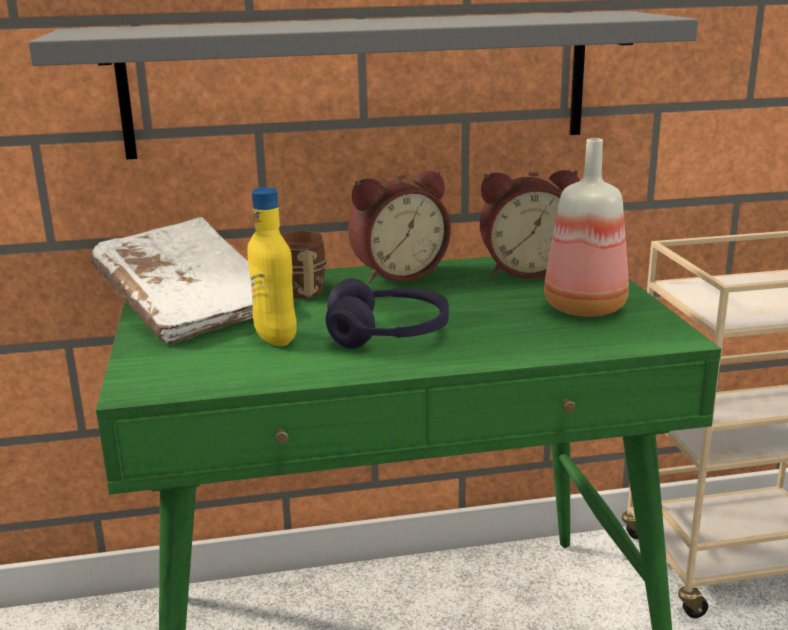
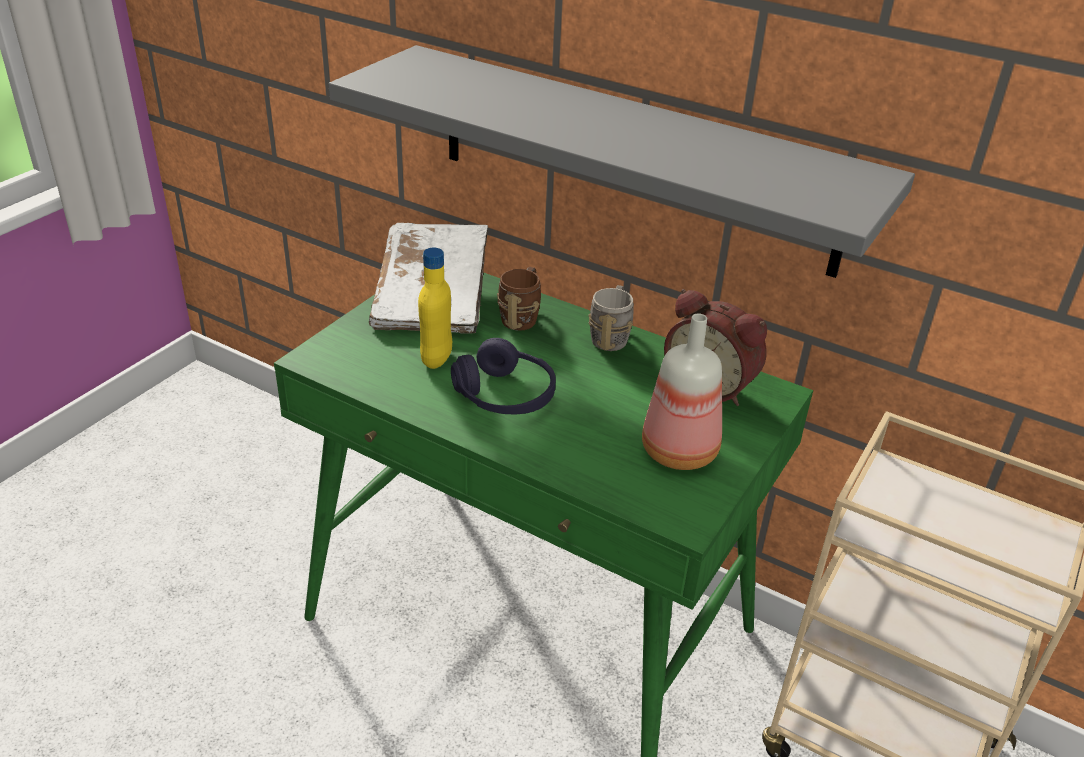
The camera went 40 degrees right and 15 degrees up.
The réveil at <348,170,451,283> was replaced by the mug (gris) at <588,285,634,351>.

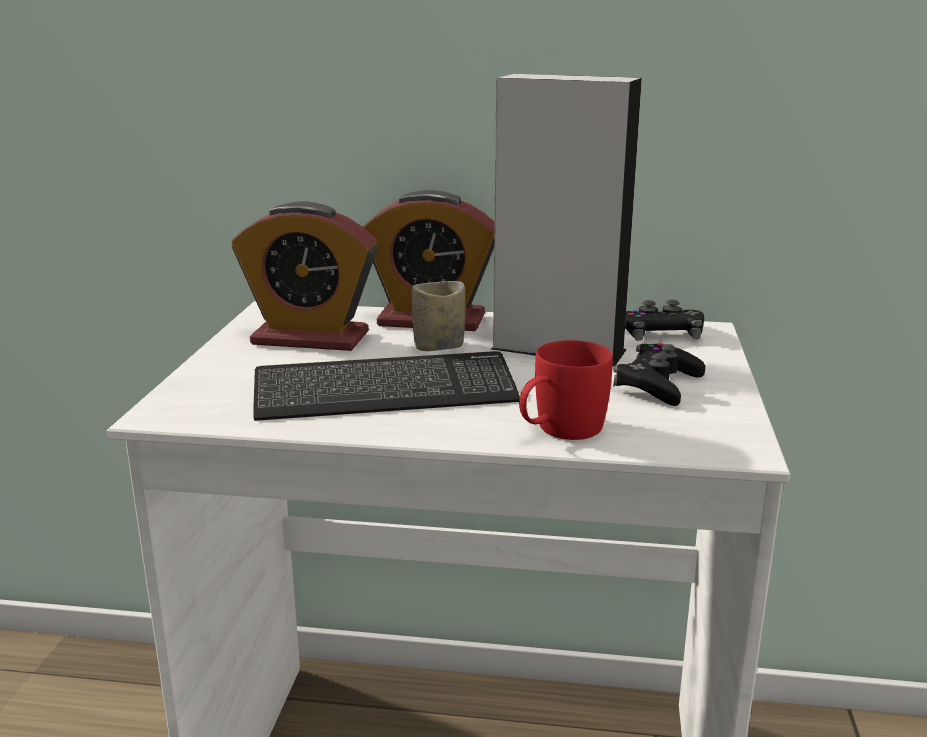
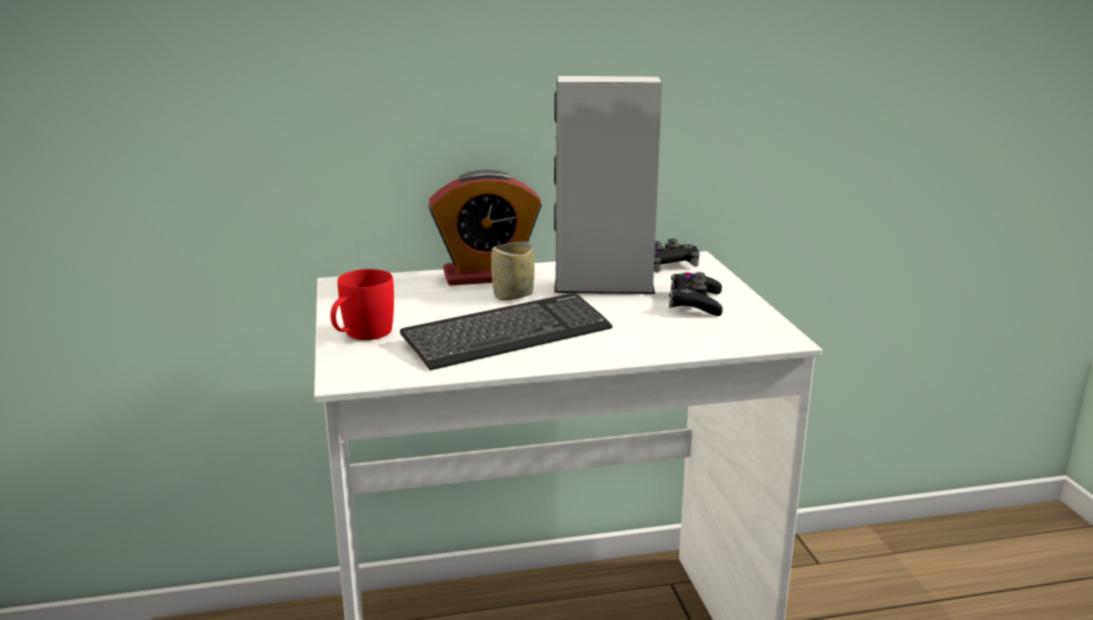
The camera went 20 degrees left and 0 degrees up.
The réveil at <231,201,378,351> disappeared.
The mug (rouge) moved from <519,340,613,440> to <330,269,394,340>.

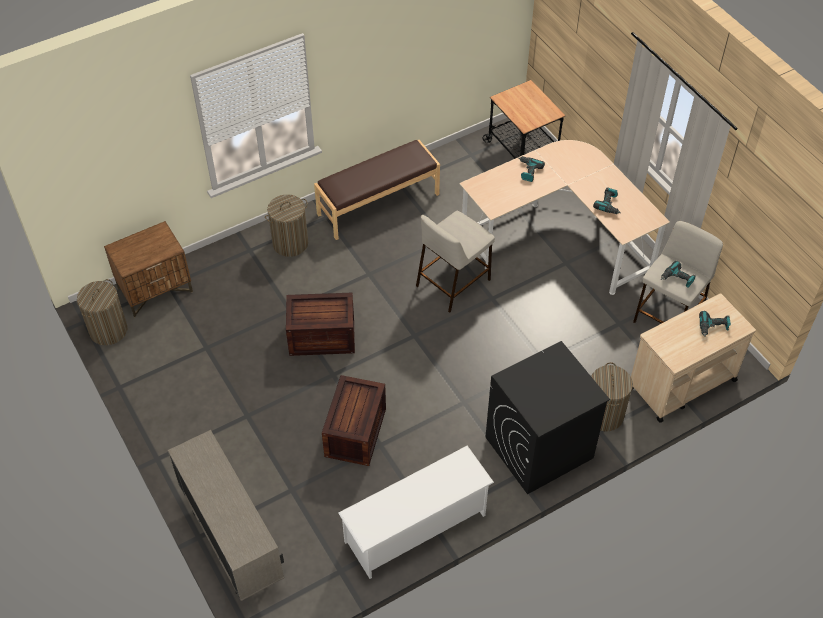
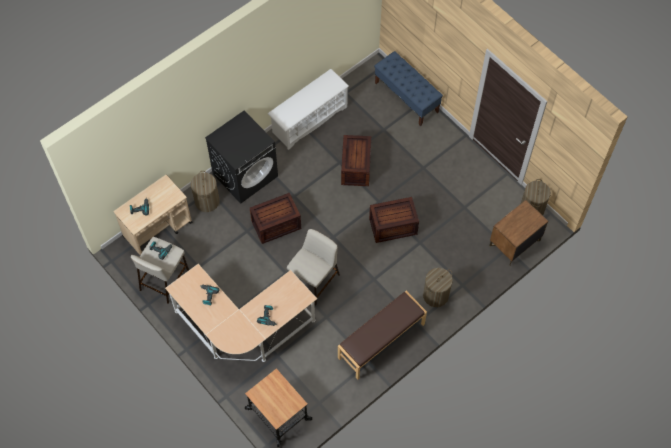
The camera went 170 degrees right and 10 degrees up.
The meuble de rangement (beige) at <168,430,284,601> was replaced by the banc (bleu) at <374,51,443,126>.
The caisse at <250,193,301,244> appeared.

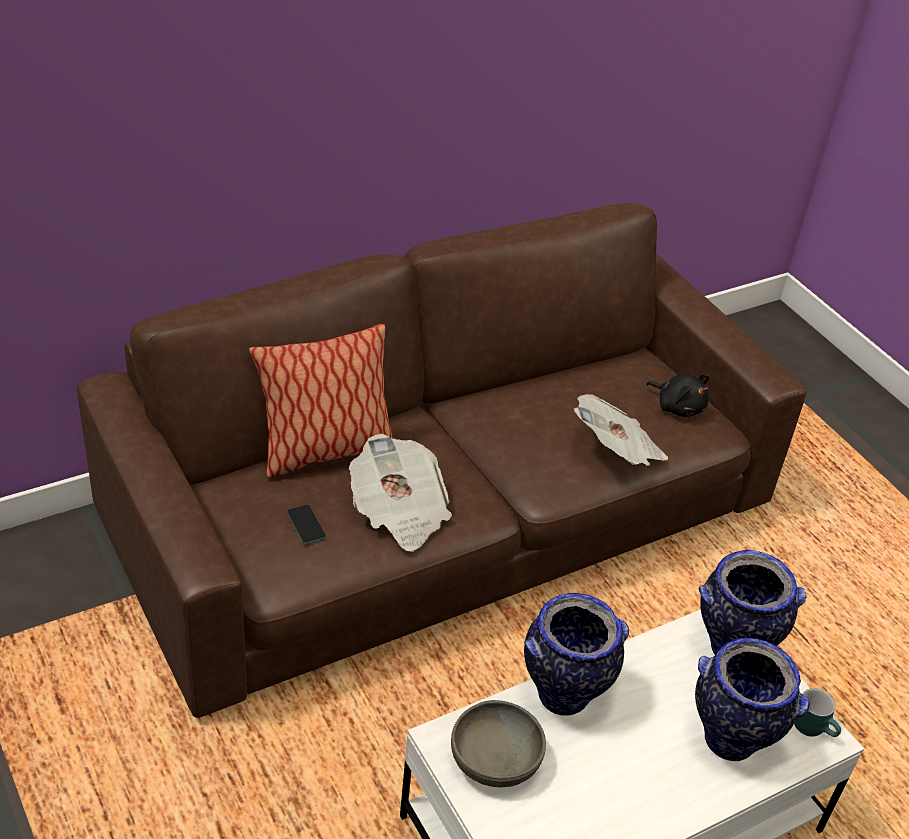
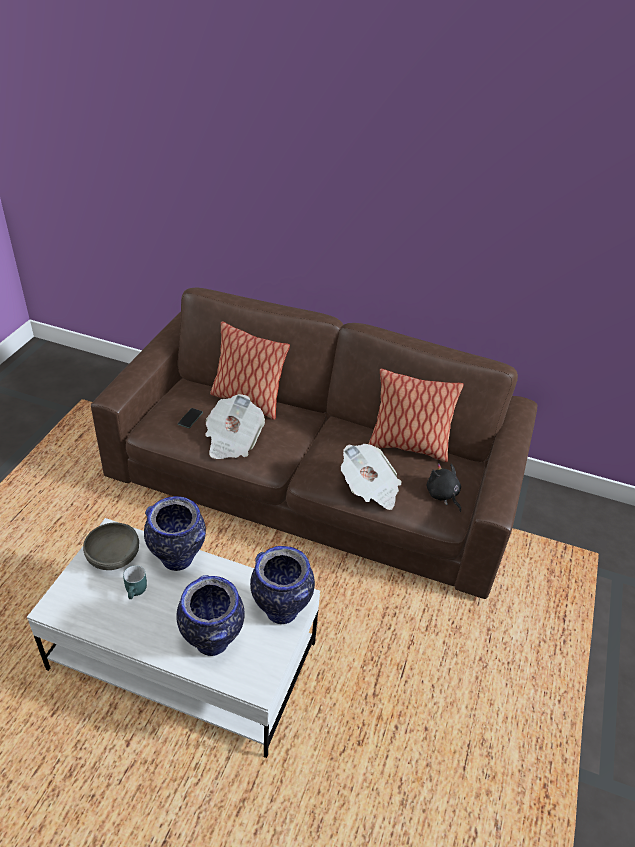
The camera went 50 degrees right and 0 degrees up.
The peluche (noir) at <646,374,710,417> turned 150 degrees clockwise.
The mug (turquoise) moved from <794,688,841,737> to <123,565,147,599>.
The coussin at <369,369,464,462> appeared.

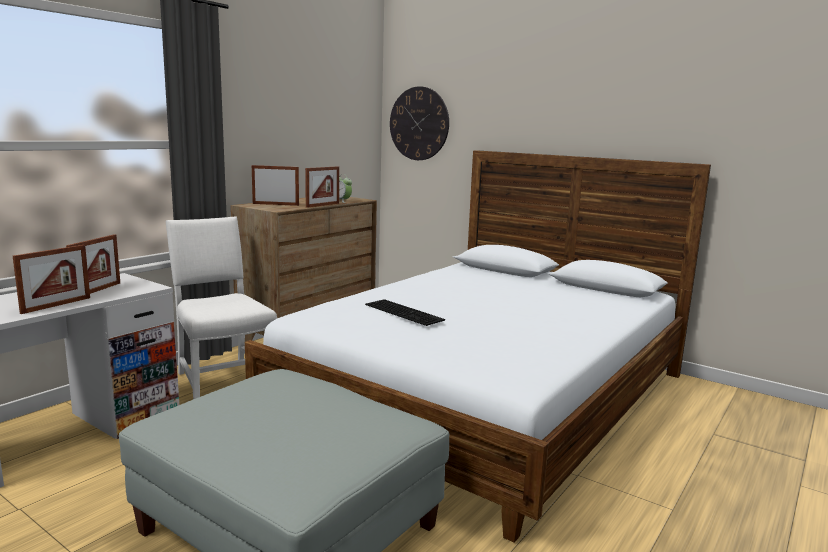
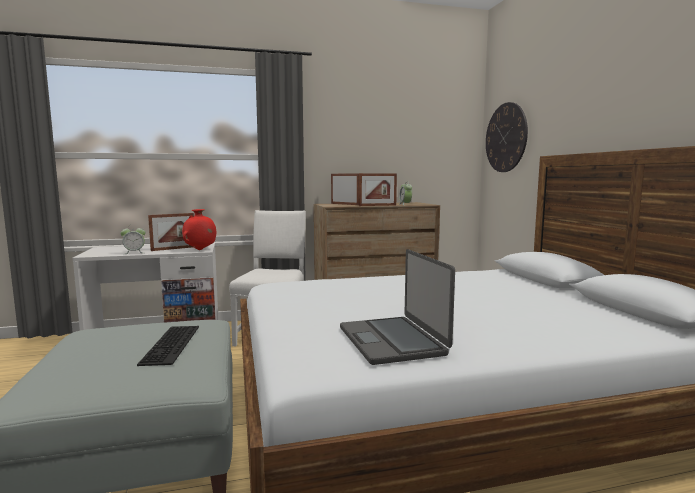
The camera went 40 degrees right and 5 degrees down.
The cadre photo at <13,245,90,314> was replaced by the réveil at <120,225,146,254>.
The clavier moved from <365,299,445,326> to <137,326,199,366>.
The vase (rouge) at <182,209,216,250> appeared.
The ordinateur portable at <340,249,455,365> appeared.

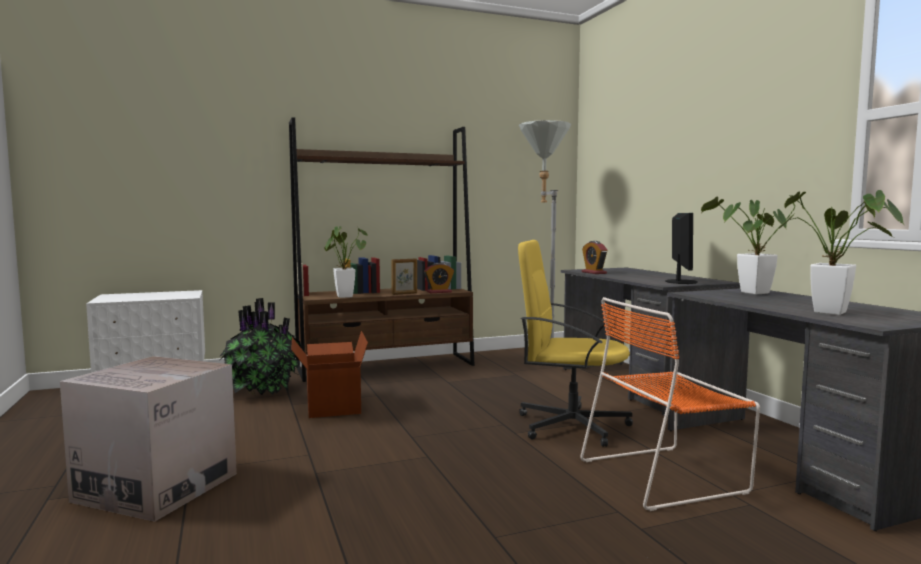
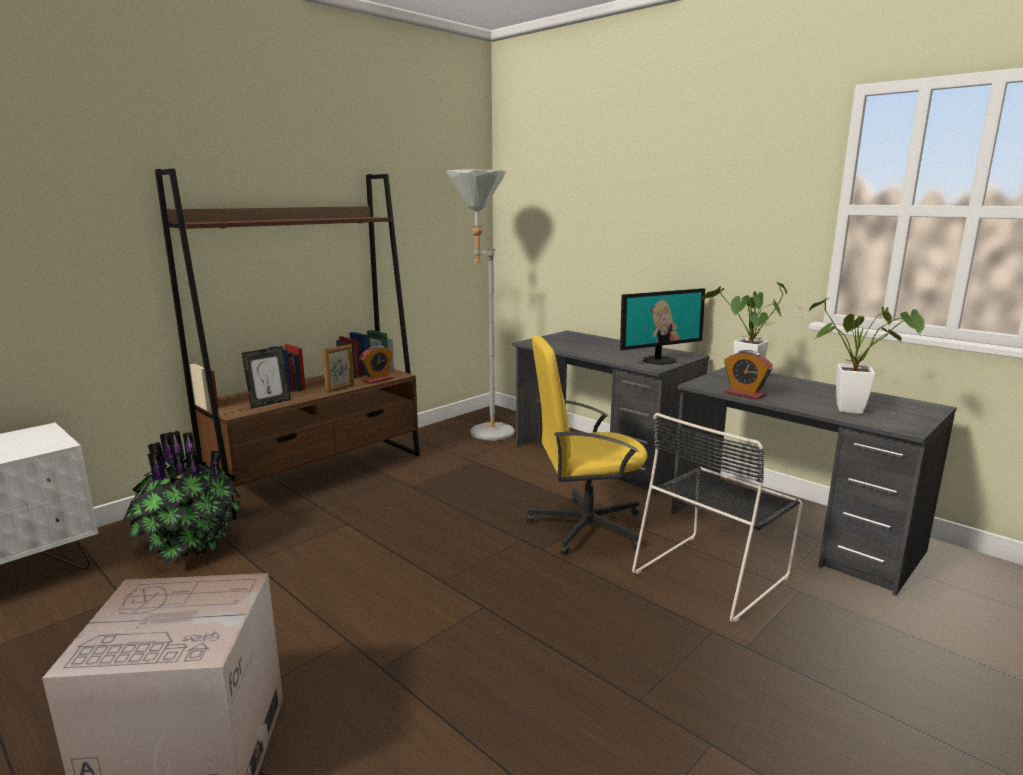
The camera went 25 degrees left and 10 degrees up.
The carton at <291,331,368,418> disappeared.
The plante en pot at <324,226,368,298> was replaced by the cadre photo at <242,346,291,409>.
The chaise (orange) at <580,297,760,511> became the chaise (noir) at <632,413,803,623>.
The réveil moved from <581,241,607,274> to <724,350,773,400>.
The écran d'ordinateur at <665,213,698,284> turned 75 degrees clockwise.

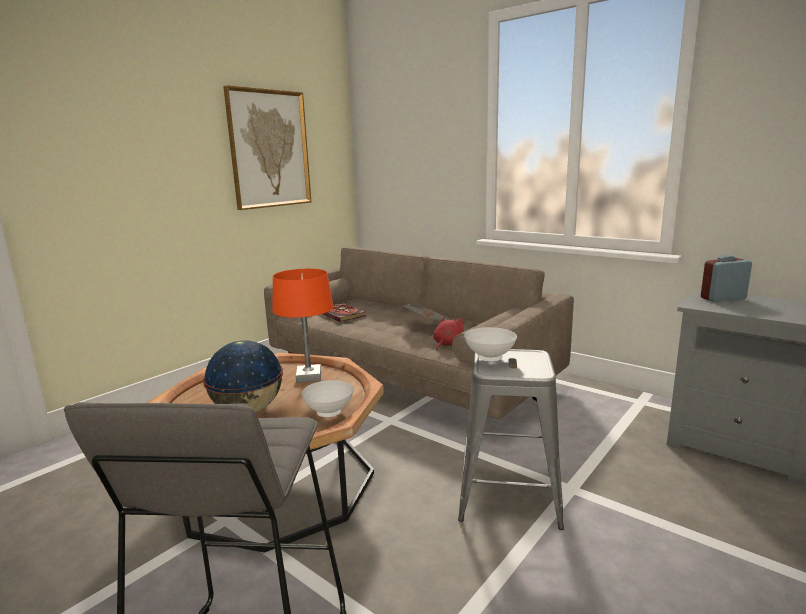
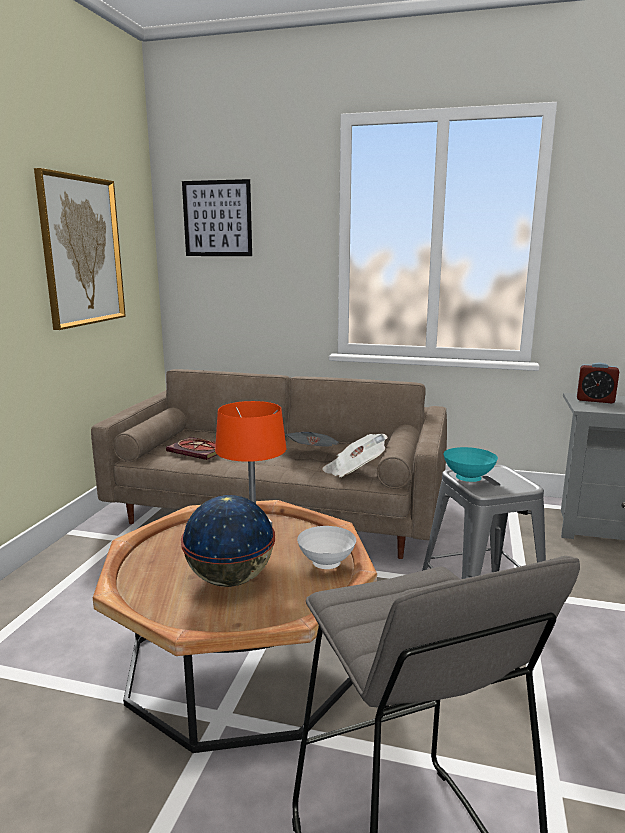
The camera went 25 degrees left and 0 degrees up.
The peluche (rouge) at <433,316,464,350> was replaced by the journal at <322,434,388,477>.
The bol (blanc) at <464,327,517,361> became the bol (turquoise) at <444,447,498,482>.
The réveil at <701,255,752,302> turned 120 degrees counterclockwise.
The tableau at <182,179,252,256> appeared.

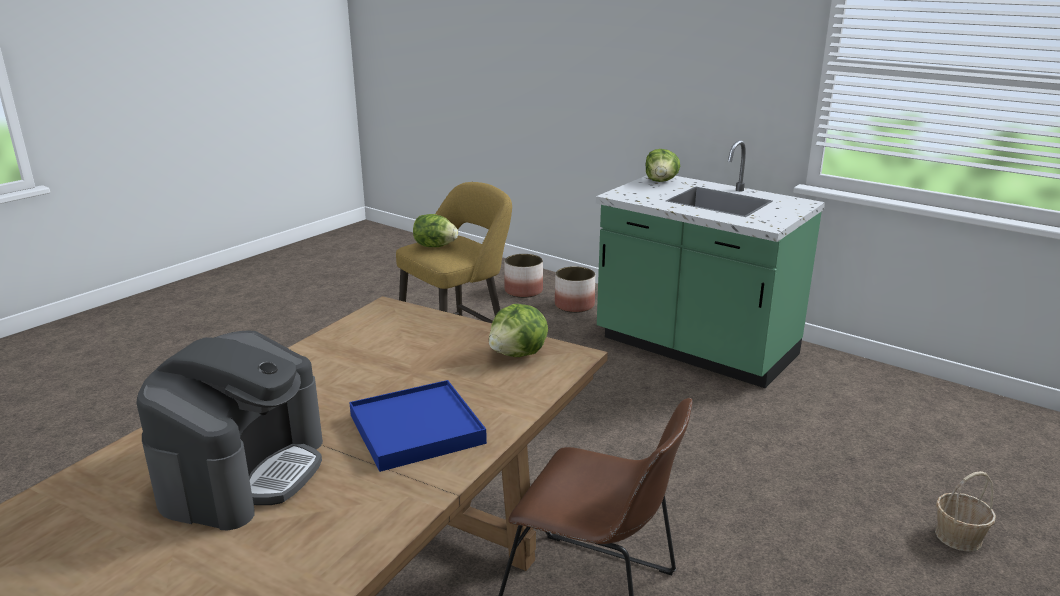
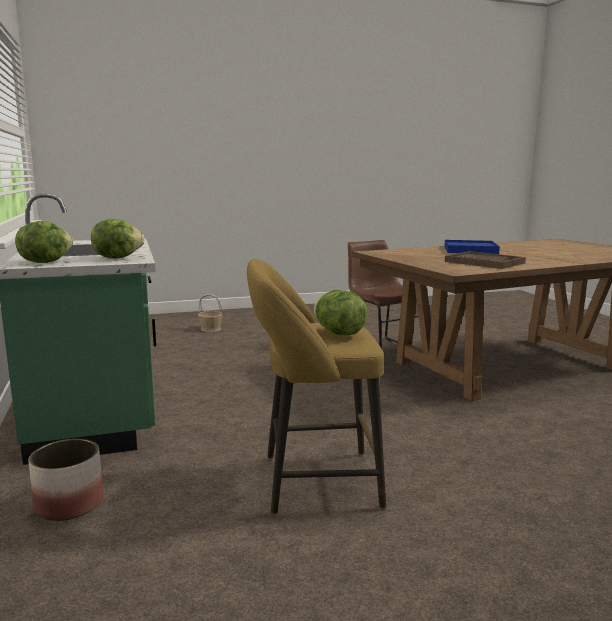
The camera went 145 degrees left and 10 degrees down.
The machine à café at <136,330,323,530> disappeared.
The laitue moved from <489,304,548,357> to <91,219,145,259>.
The cache-pot at <505,254,543,298> disappeared.
The plateau (marron) at <445,251,526,269> appeared.

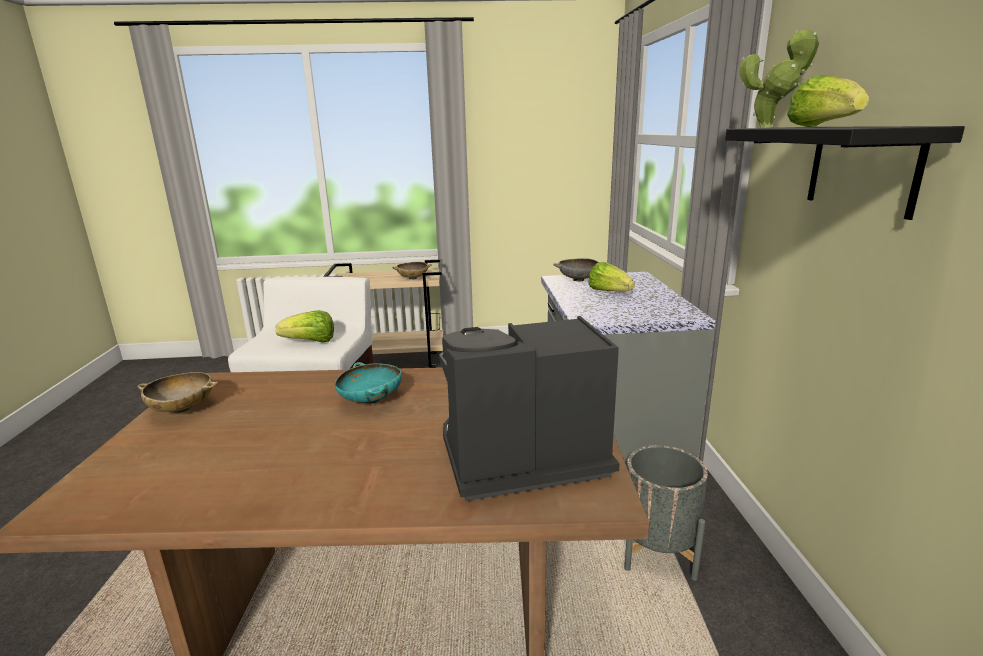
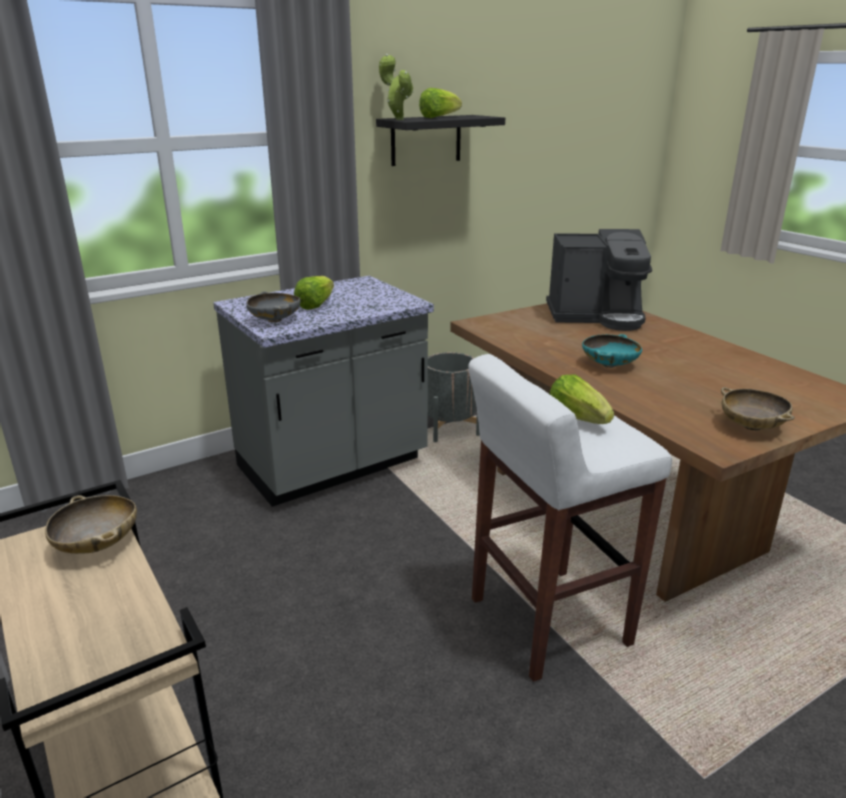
The camera went 120 degrees left and 5 degrees up.
The machine à café at <439,316,620,501> turned 45 degrees counterclockwise.

